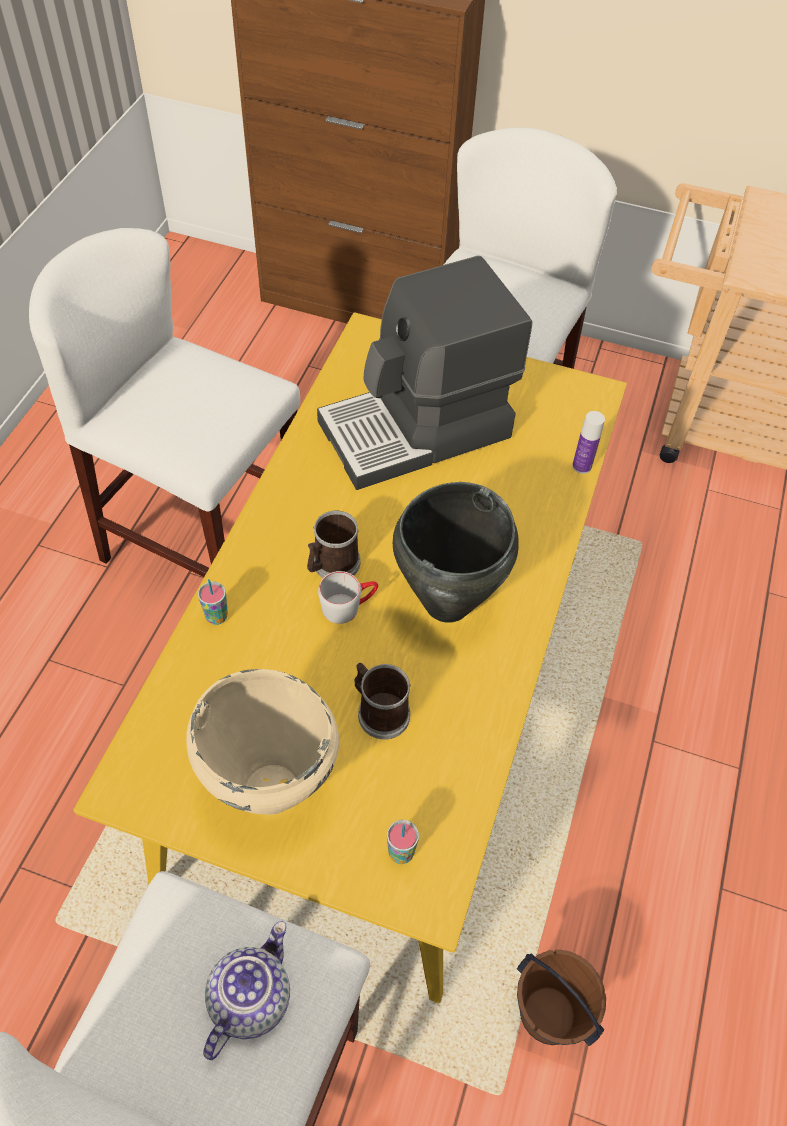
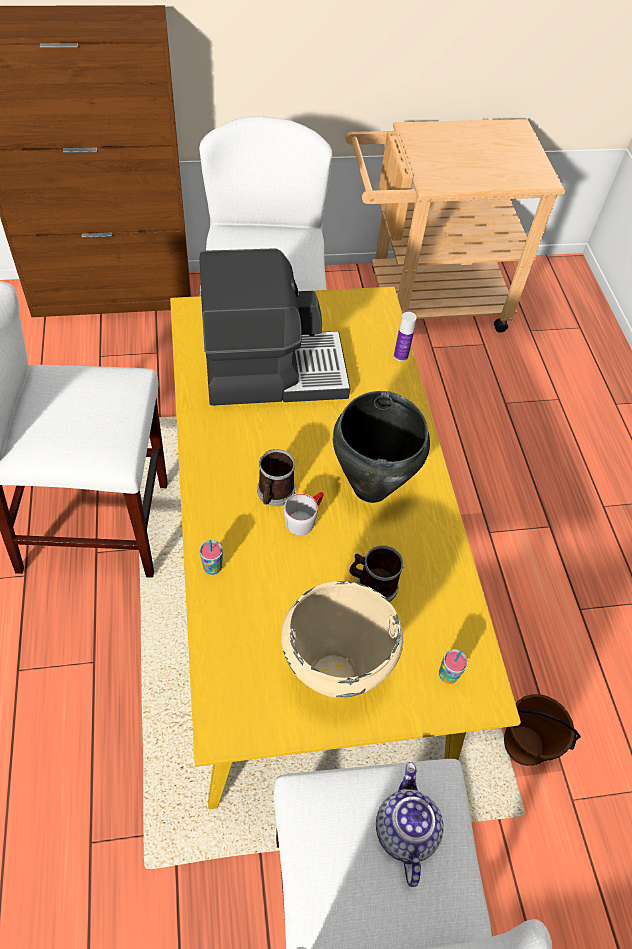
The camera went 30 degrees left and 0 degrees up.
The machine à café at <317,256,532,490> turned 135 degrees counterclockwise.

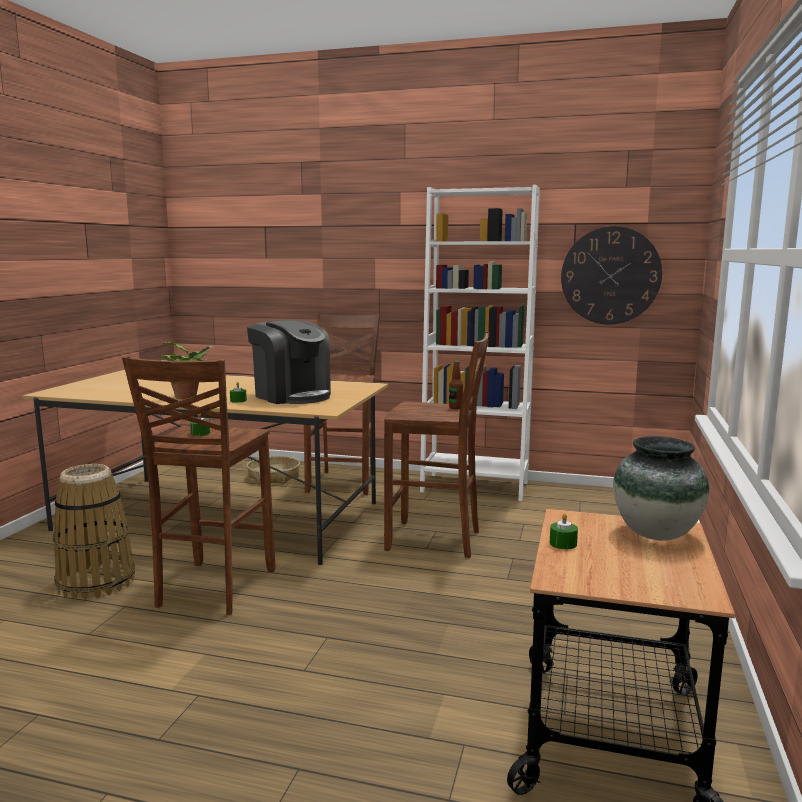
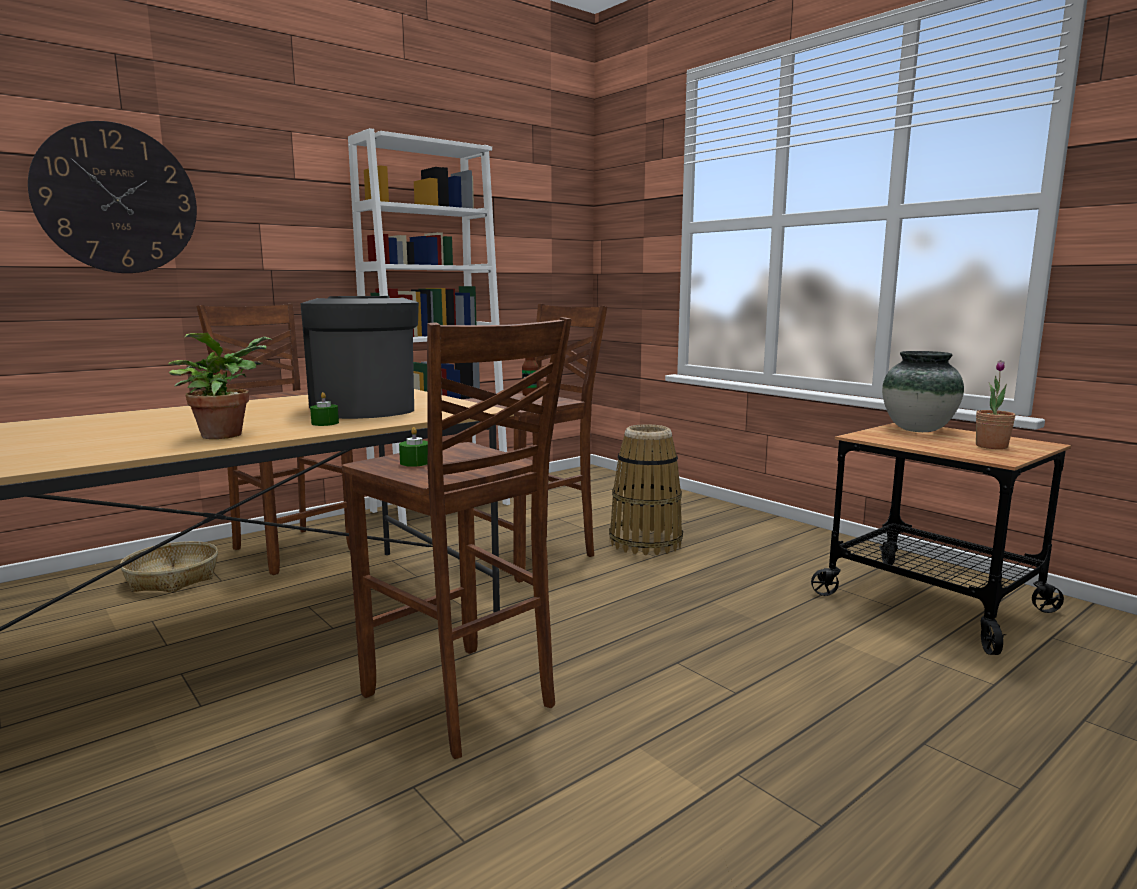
The camera went 55 degrees left and 0 degrees up.
The panier moved from <53,464,135,600> to <609,424,683,555>.
The machine à café at <247,320,331,404> turned 105 degrees counterclockwise.
The bougie (vert) at <550,513,578,549> disappeared.
The horloge murale moved from <561,226,662,324> to <28,121,197,273>.
The plante en pot at <976,360,1015,449> appeared.

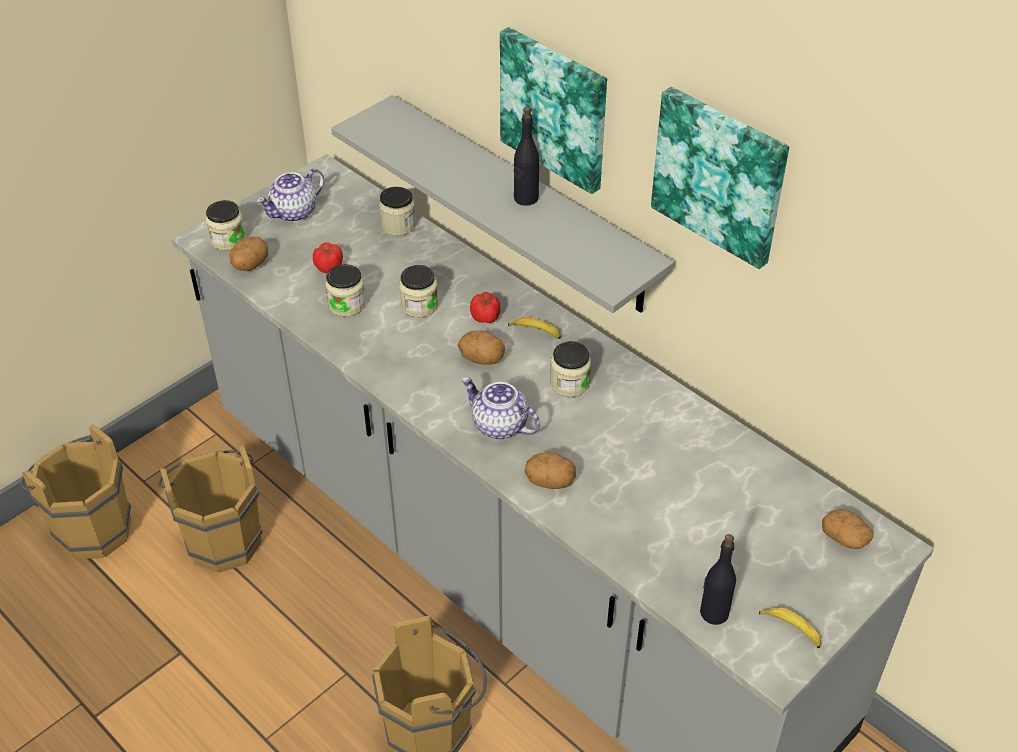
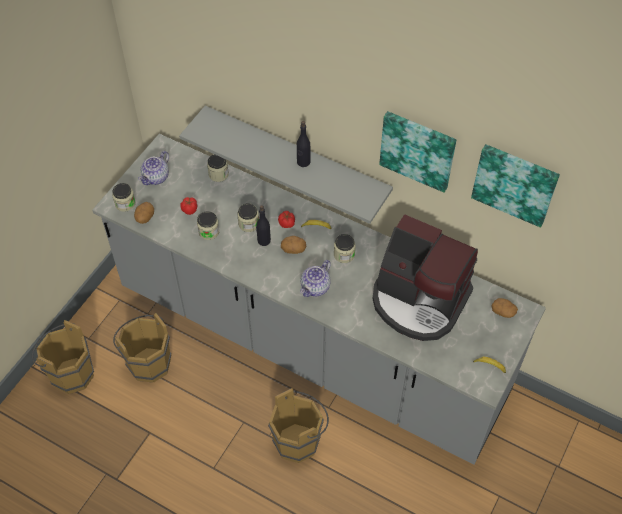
The camera went 15 degrees left and 10 degrees up.
The théière at <461,377,540,439> turned 75 degrees counterclockwise.
The tableau moved from <500,27,607,194> to <471,144,560,228>.
The pomme de terre at <524,452,576,489> disappeared.
The bouteille (noir) moved from <700,534,736,625> to <256,205,271,246>.
The machine à café at <373,214,478,341> appeared.

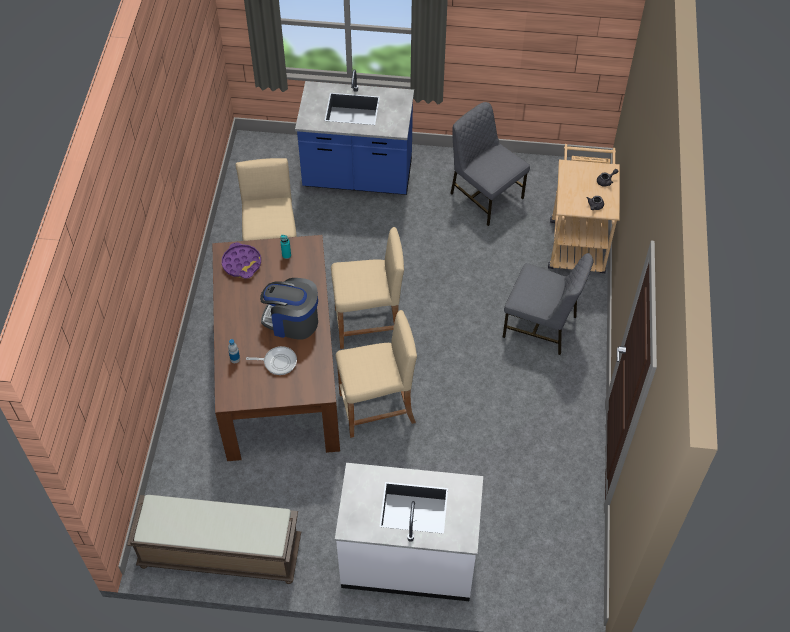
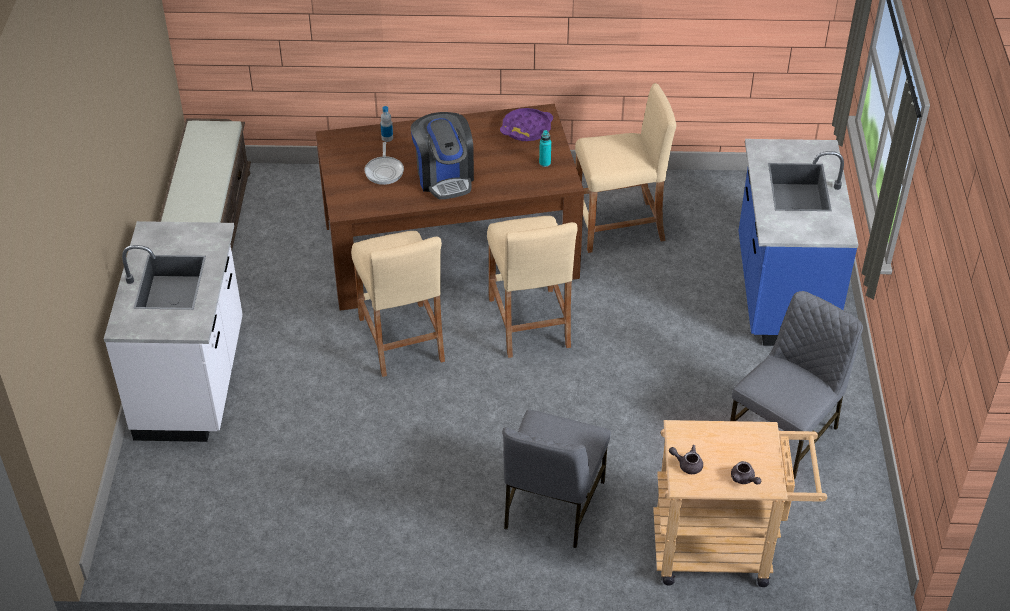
The camera went 85 degrees right and 10 degrees down.
The machine à café at <260,278,318,340> turned 150 degrees clockwise.

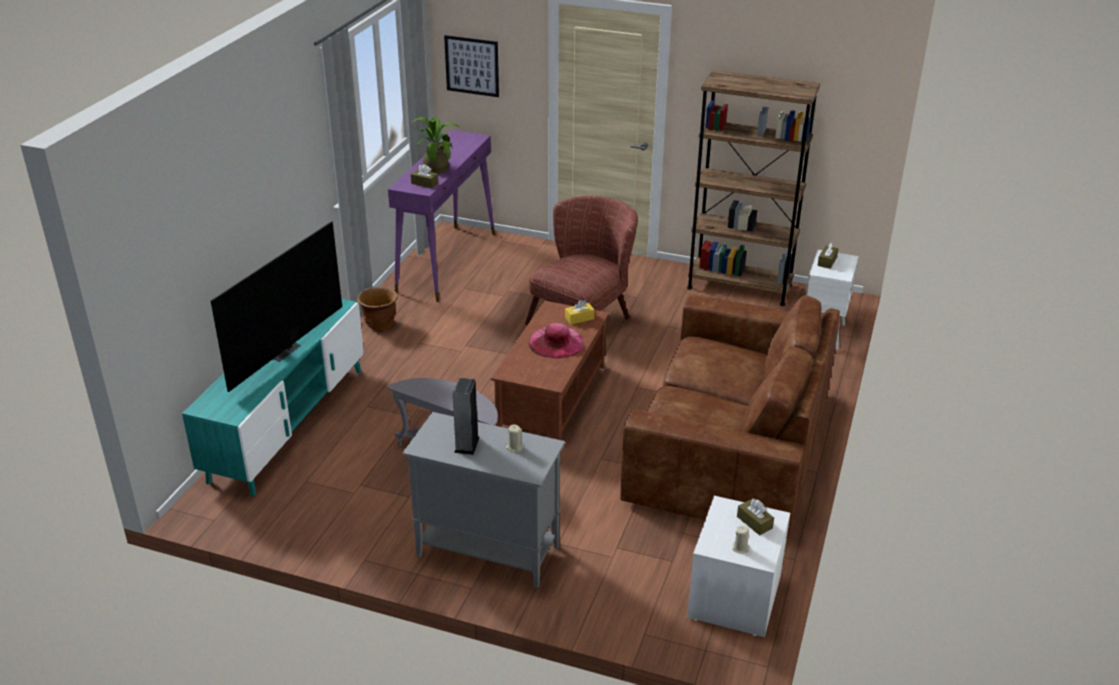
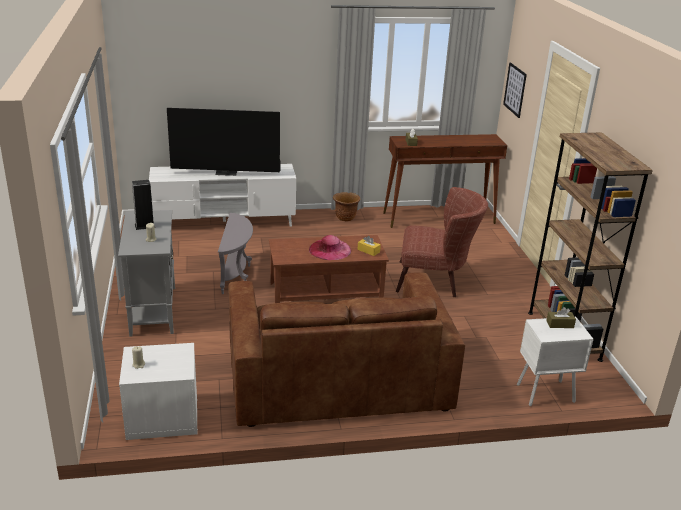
The camera went 60 degrees right and 5 degrees down.
The meuble télé (turquoise) at <182,299,364,496> became the meuble télé (blanc) at <149,164,296,227>.
The table console (violet) at <388,130,495,302> became the table console (marron) at <383,134,507,228>.
The plante en pot at <411,117,461,174> disappeared.
The boîte à mouchoirs (marron) at <737,499,774,535> disappeared.

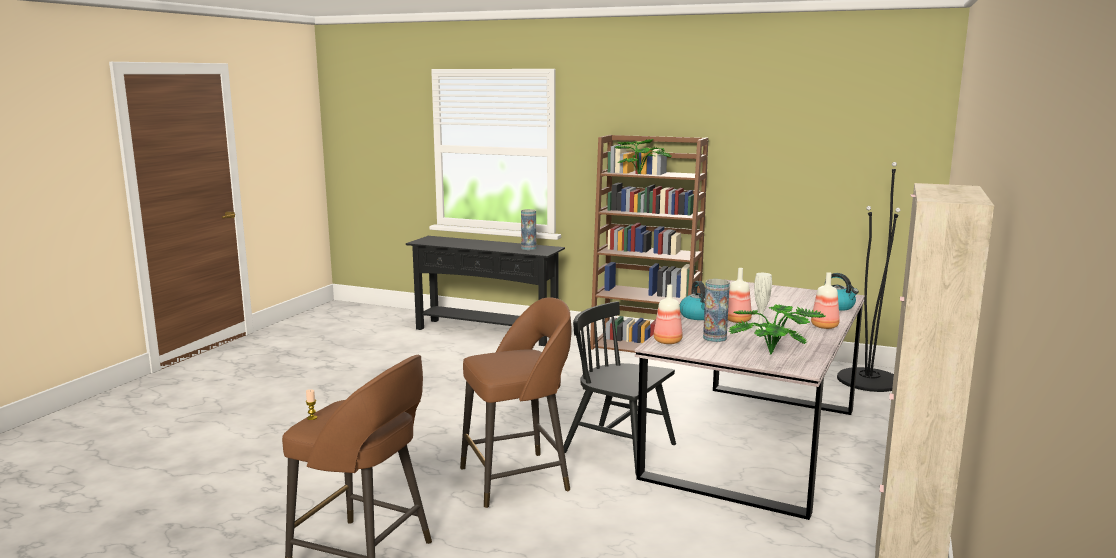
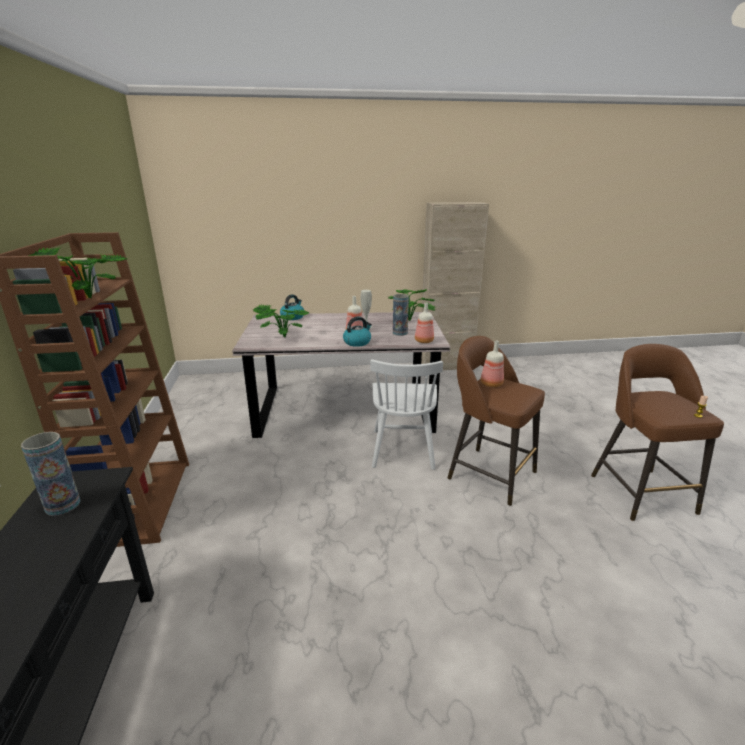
The camera went 120 degrees left and 10 degrees up.
The chaise (noir) at <563,301,676,474> became the chaise (blanc) at <370,359,443,470>.
The bouteille moved from <811,272,840,329> to <481,341,504,387>.
The lampadaire (noir) at <837,162,900,392> disappeared.
The plante en pot at <253,304,309,337> appeared.

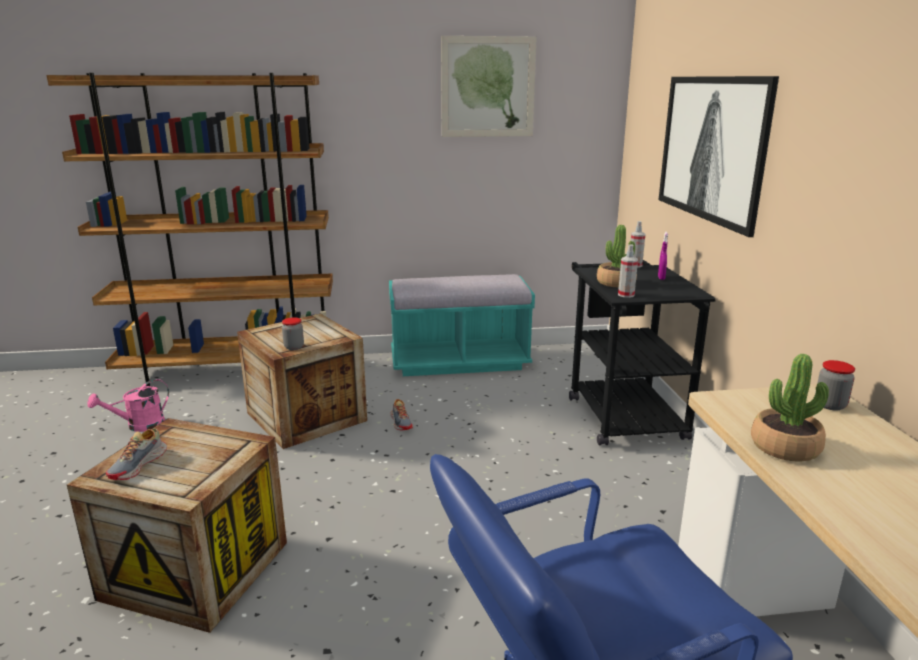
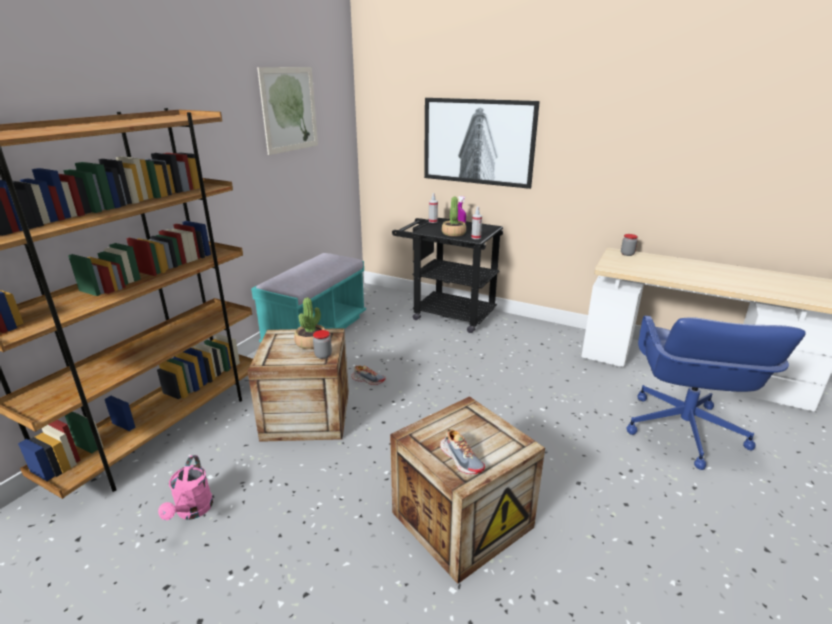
The camera went 55 degrees left and 5 degrees up.
The plante en pot moved from <751,354,829,462> to <294,298,325,349>.

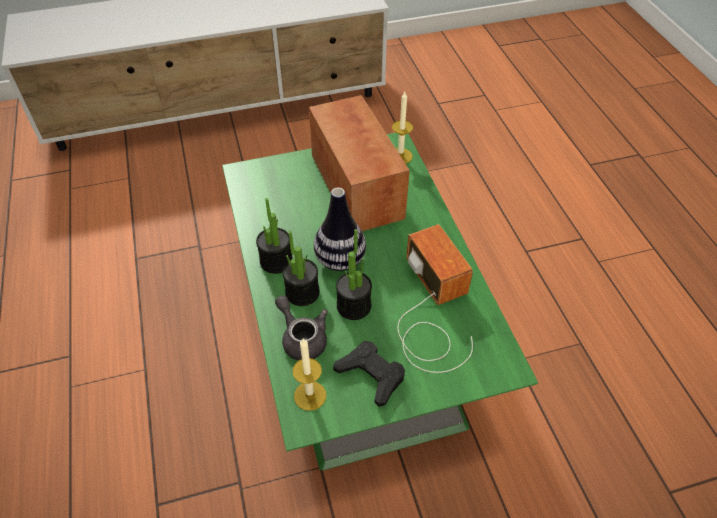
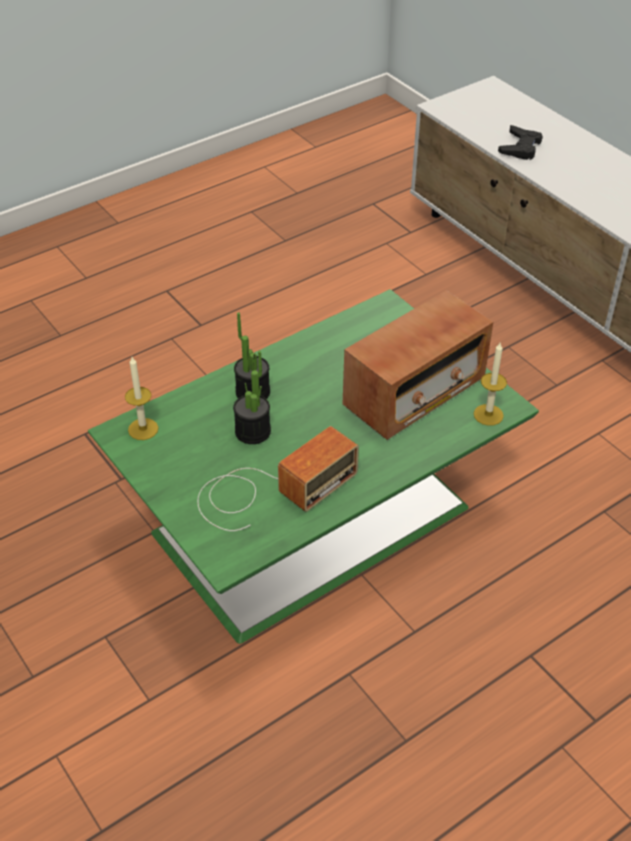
The camera went 70 degrees right and 5 degrees down.
The plante en pot at <256,198,293,274> disappeared.
The théière (gris) at <275,295,328,361> disappeared.
The vase at <314,187,366,271> disappeared.
The manette (noir) moved from <333,341,405,407> to <498,125,543,160>.

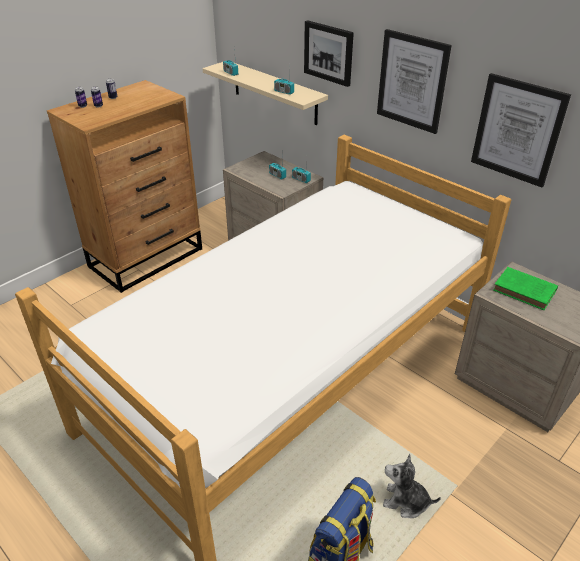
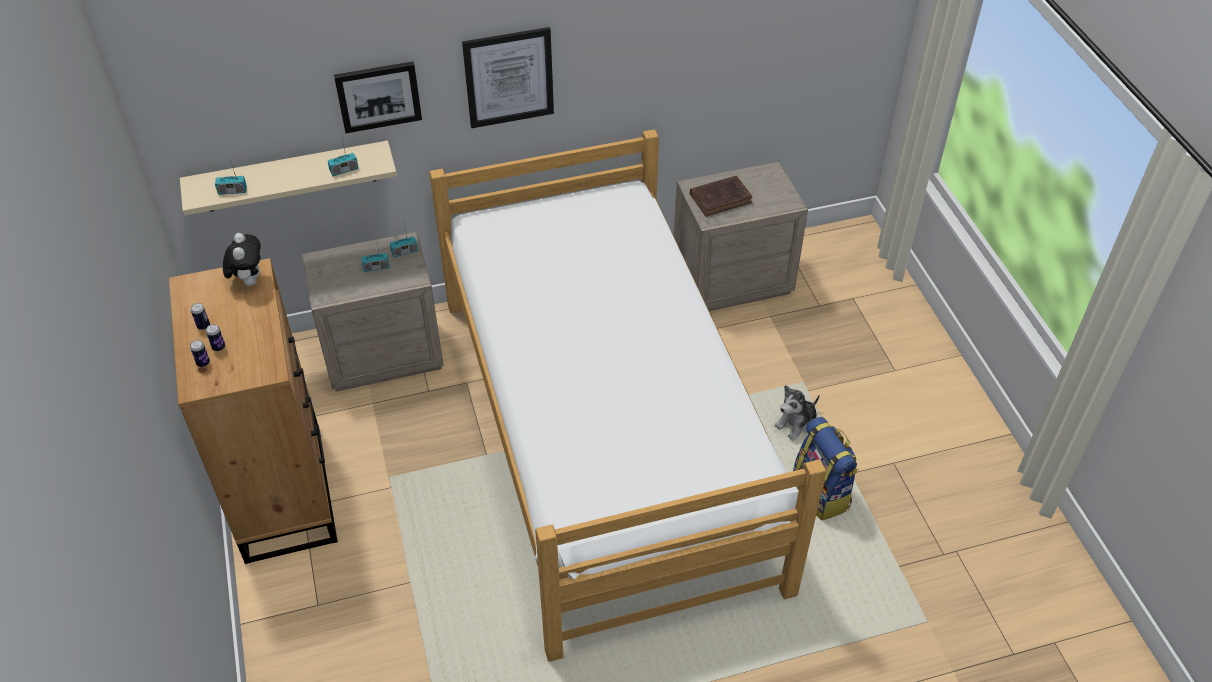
The camera went 60 degrees left and 10 degrees up.
The tableau at <471,73,571,188> disappeared.
The livre (vert) at <493,267,558,310> became the livre (marron) at <690,175,752,217>.
The peluche at <223,233,261,286> appeared.

